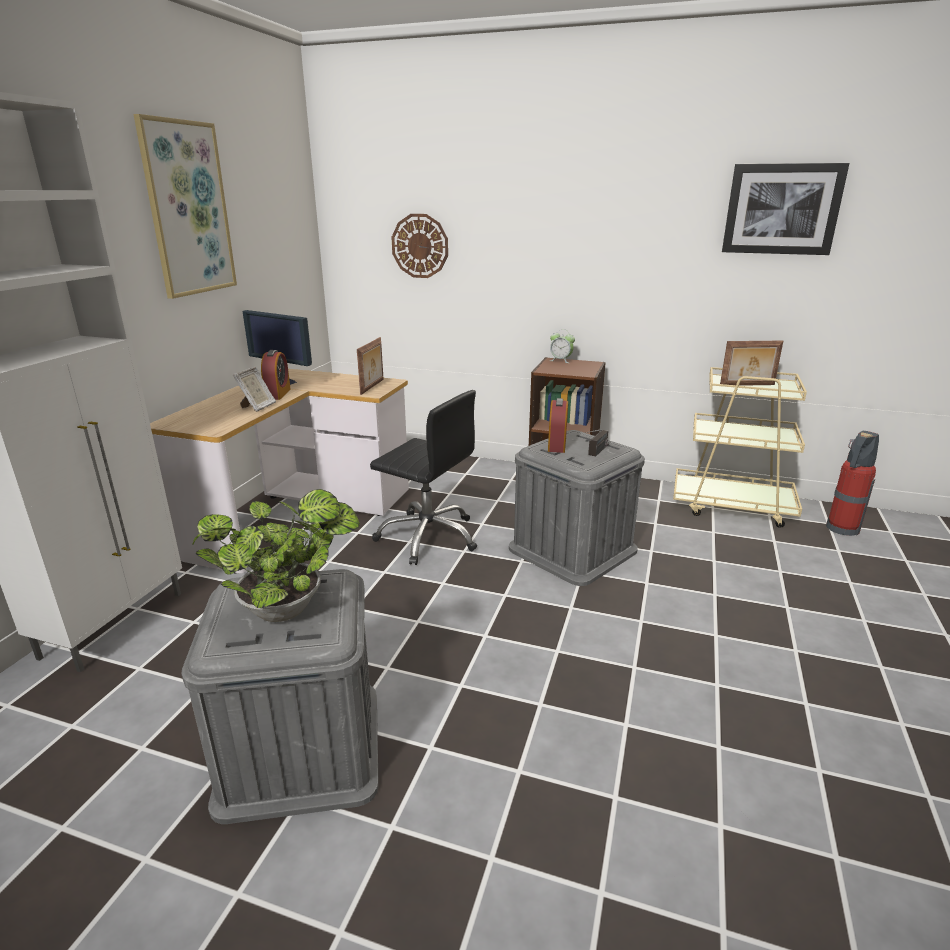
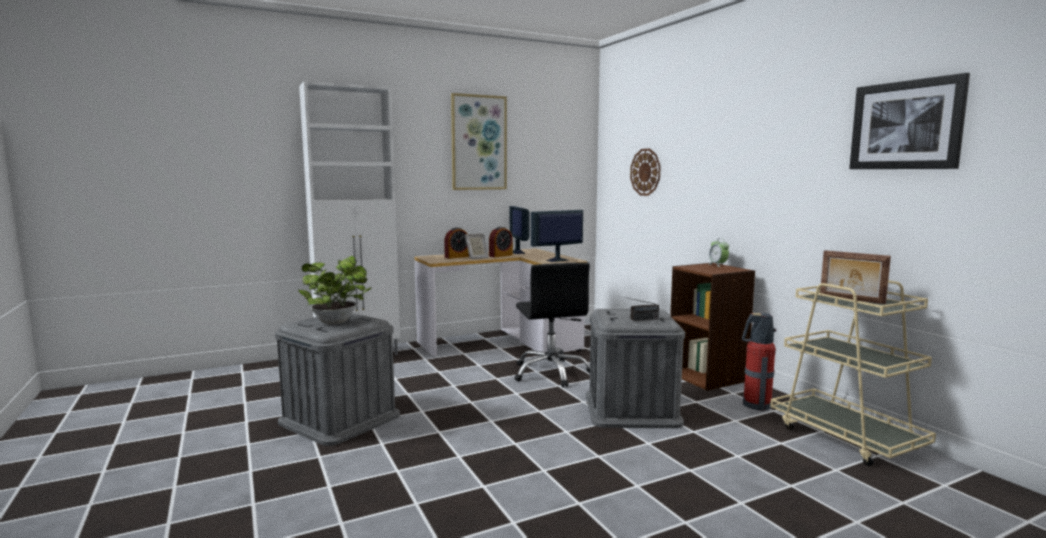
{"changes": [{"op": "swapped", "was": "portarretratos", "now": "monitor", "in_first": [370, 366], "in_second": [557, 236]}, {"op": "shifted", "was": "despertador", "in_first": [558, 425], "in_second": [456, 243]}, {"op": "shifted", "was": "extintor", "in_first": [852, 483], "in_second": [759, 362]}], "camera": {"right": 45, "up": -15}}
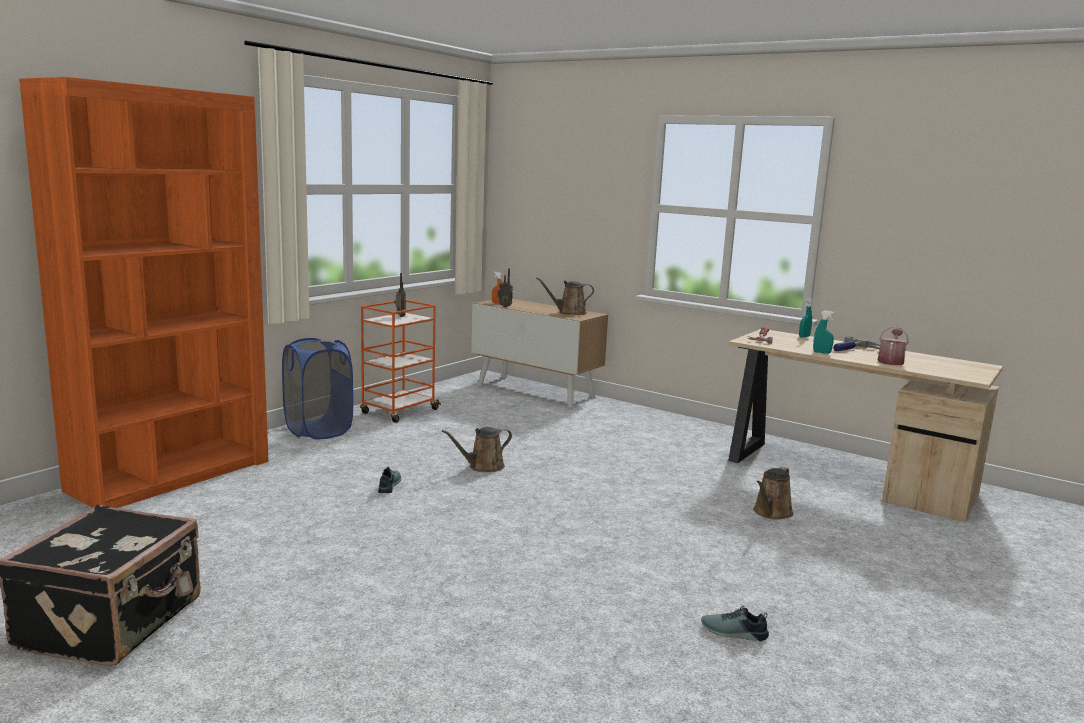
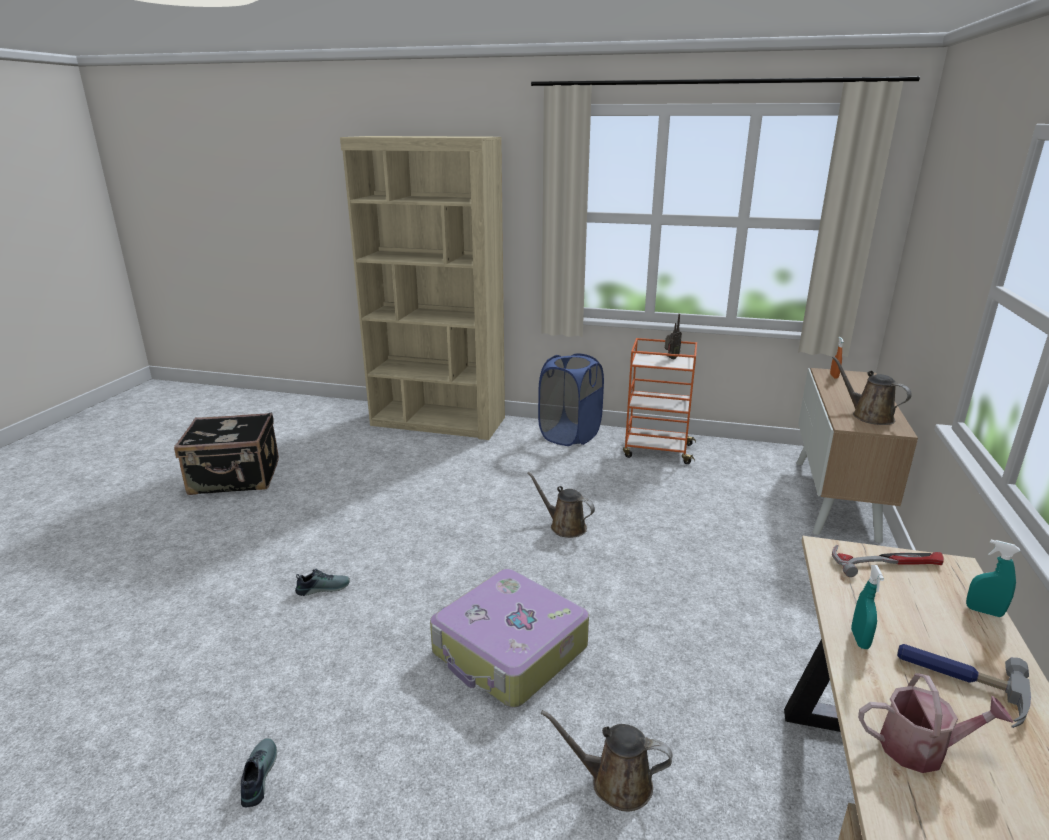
{"changes": [{"op": "repainted", "was": "estantería [naranja]", "now": "estantería [beis]", "in_first": [143, 292], "in_second": [422, 288]}, {"op": "shifted", "was": "zapato", "in_first": [389, 480], "in_second": [322, 582]}, {"op": "gone", "was": "radio", "in_first": [505, 287]}, {"op": "new", "now": "maleta", "in_second": [509, 638]}], "camera": {"right": 70, "up": 10}}
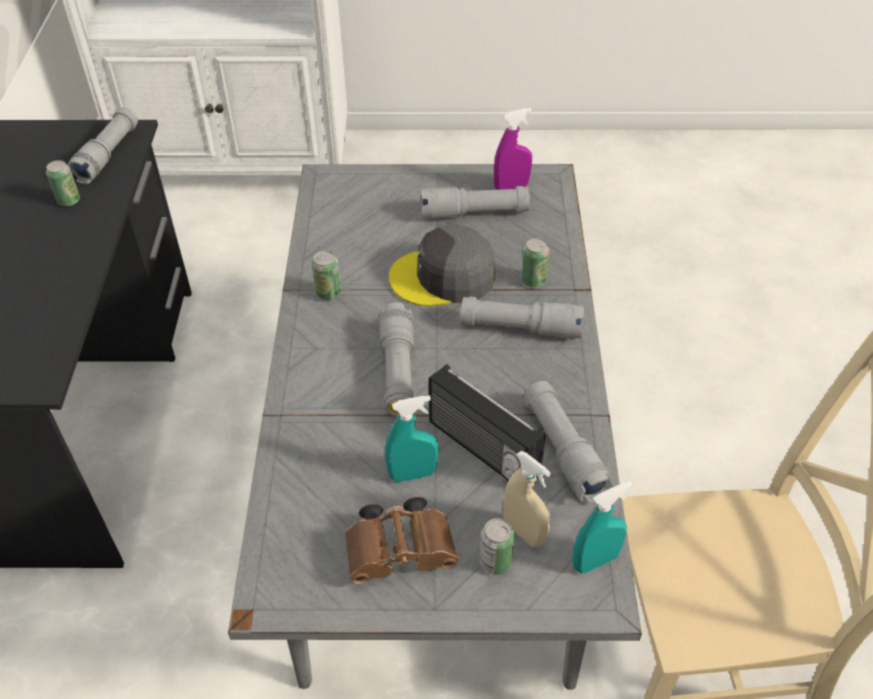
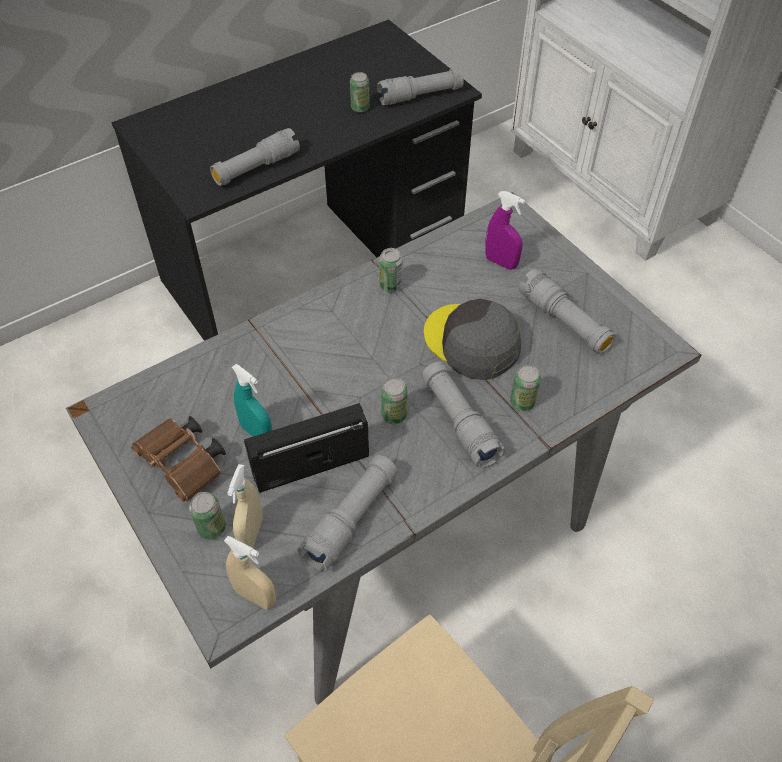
{"changes": [{"op": "shifted", "was": "linterna [gris]", "in_first": [397, 359], "in_second": [255, 157]}, {"op": "rotated", "was": "radio", "in_first": [487, 422], "in_second": [306, 448], "clockwise": 60}, {"op": "shifted", "was": "pulverizador [morado]", "in_first": [513, 149], "in_second": [505, 230]}, {"op": "repainted", "was": "pulverizador [turquesa]", "now": "pulverizador [beis]", "in_first": [602, 527], "in_second": [250, 572]}, {"op": "new", "now": "lata", "in_second": [394, 401]}], "camera": {"right": 55, "up": 5}}
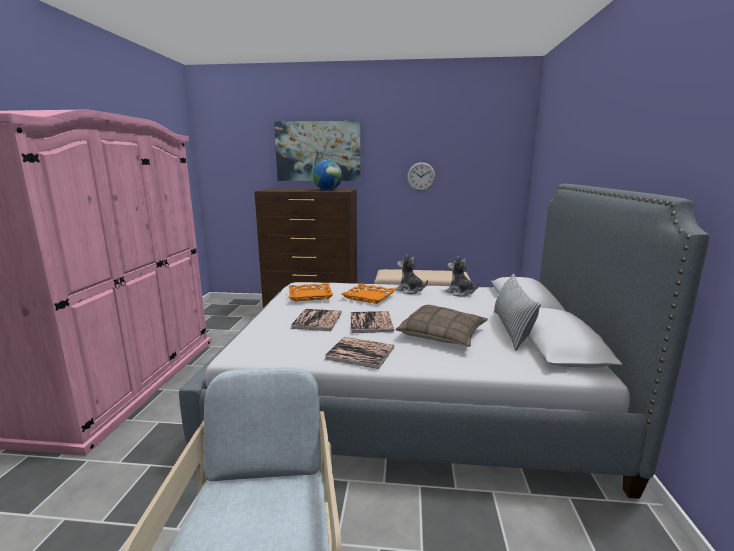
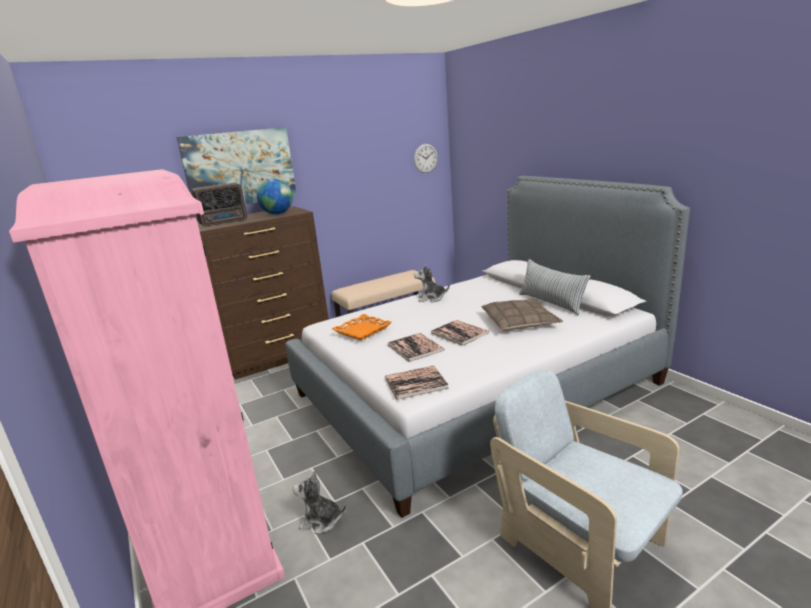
{"changes": [{"op": "shifted", "was": "libro", "in_first": [359, 353], "in_second": [416, 382]}, {"op": "gone", "was": "bandeja [naranja]", "in_first": [368, 293]}, {"op": "shifted", "was": "reloj de pared", "in_first": [421, 176], "in_second": [426, 158]}, {"op": "shifted", "was": "peluche", "in_first": [462, 276], "in_second": [320, 502]}, {"op": "new", "now": "radio", "in_second": [219, 205]}], "camera": {"right": -35, "up": 5}}
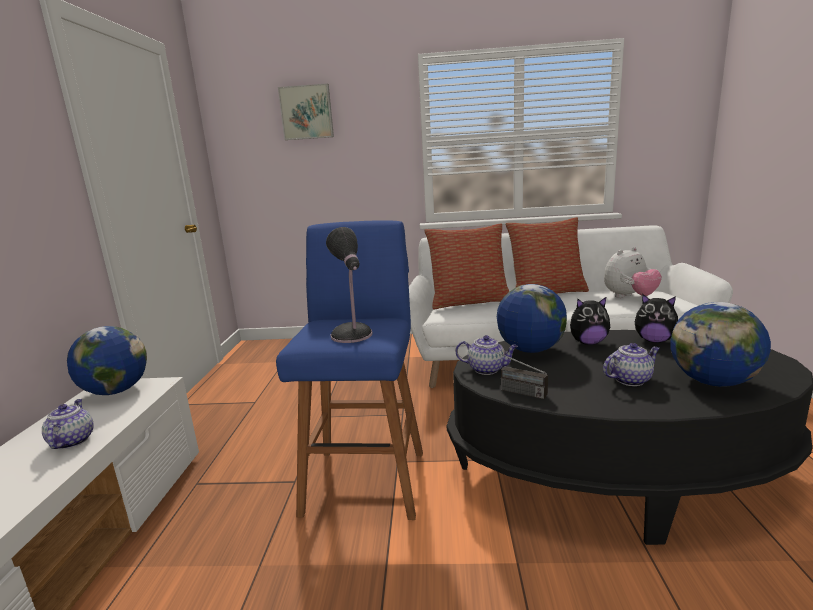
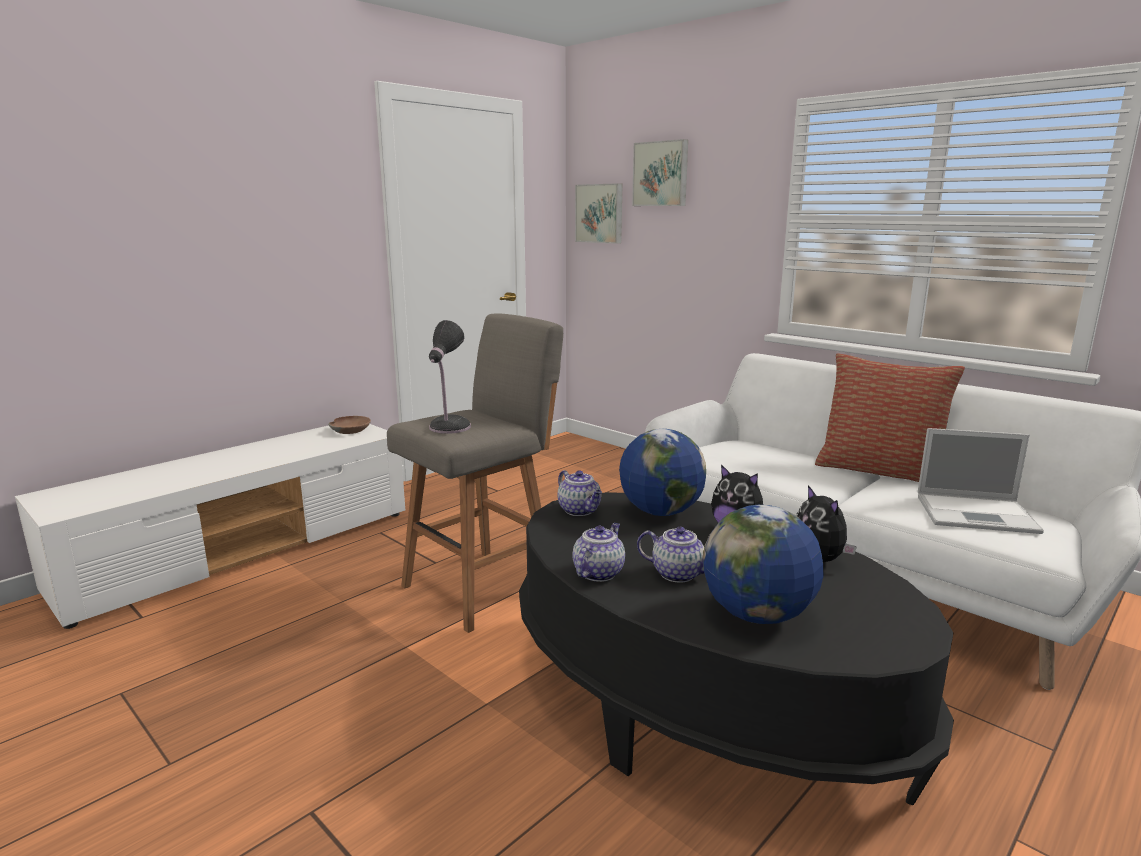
{"changes": [{"op": "shifted", "was": "tetera", "in_first": [67, 424], "in_second": [598, 552]}, {"op": "swapped", "was": "globo terráqueo", "now": "cuenco [marrón]", "in_first": [107, 360], "in_second": [349, 425]}, {"op": "repainted", "was": "taburete [azul]", "now": "taburete [gris]", "in_first": [349, 370], "in_second": [475, 473]}, {"op": "gone", "was": "cojín", "in_first": [466, 266]}, {"op": "gone", "was": "radio", "in_first": [515, 372]}, {"op": "swapped", "was": "peluche", "now": "portátil", "in_first": [633, 272], "in_second": [981, 481]}, {"op": "new", "now": "cuadro", "in_second": [599, 213]}], "camera": {"right": 40, "up": 0}}
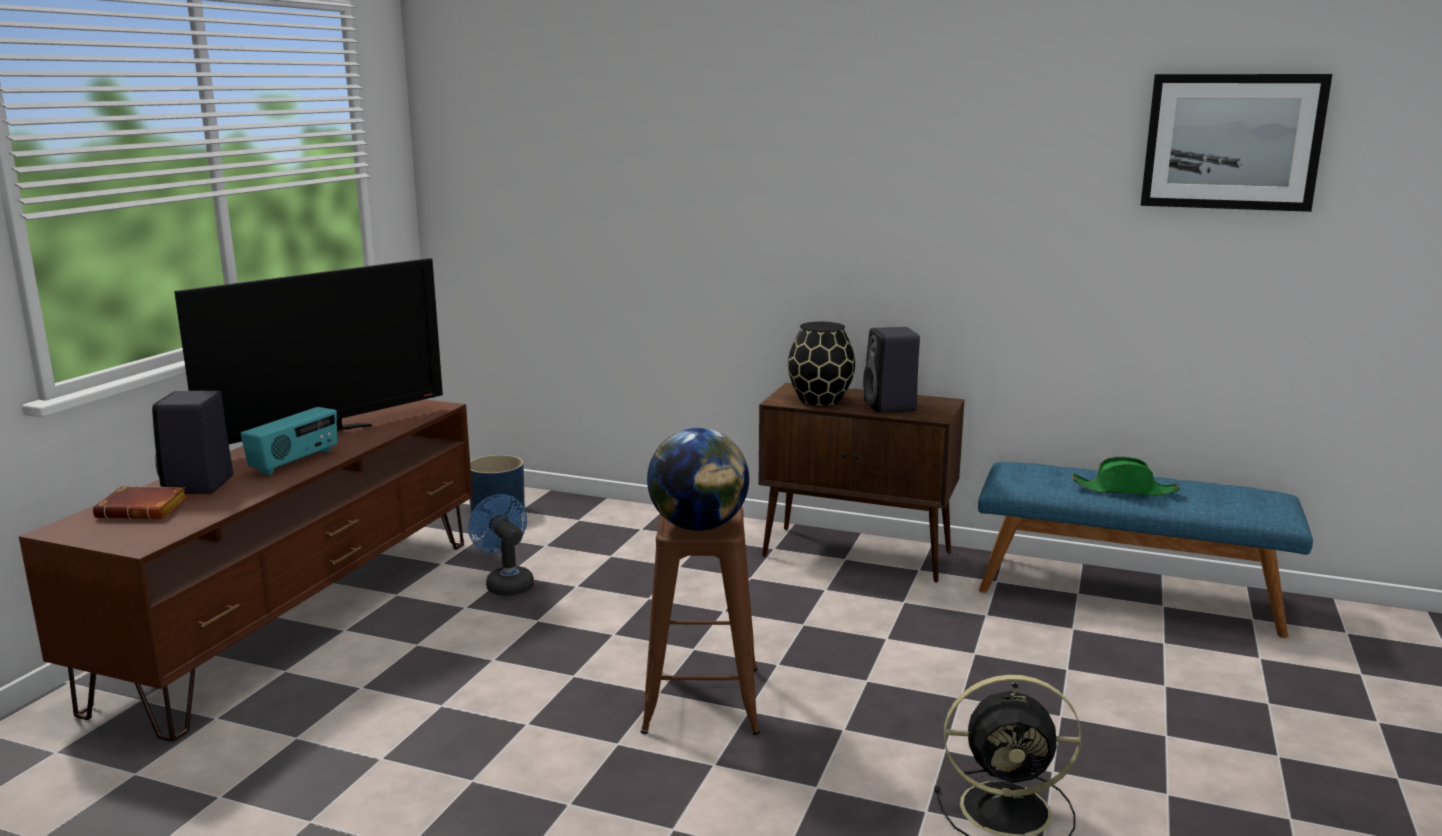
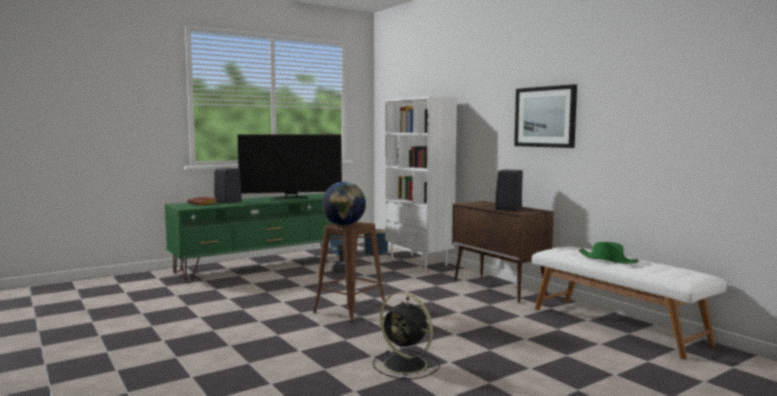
{"changes": [{"op": "repainted", "was": "mueble de televisión [marrón]", "now": "mueble de televisión [verde]", "in_first": [245, 570], "in_second": [251, 237]}, {"op": "gone", "was": "radio", "in_first": [289, 441]}, {"op": "gone", "was": "florero [negro]", "in_first": [821, 364]}, {"op": "repainted", "was": "banco [azul]", "now": "banco [blanco]", "in_first": [1145, 550], "in_second": [629, 303]}, {"op": "shifted", "was": "cuadro", "in_first": [1236, 143], "in_second": [545, 116]}, {"op": "new", "now": "estantería [blanco]", "in_second": [421, 183]}], "camera": {"right": 35, "up": -10}}
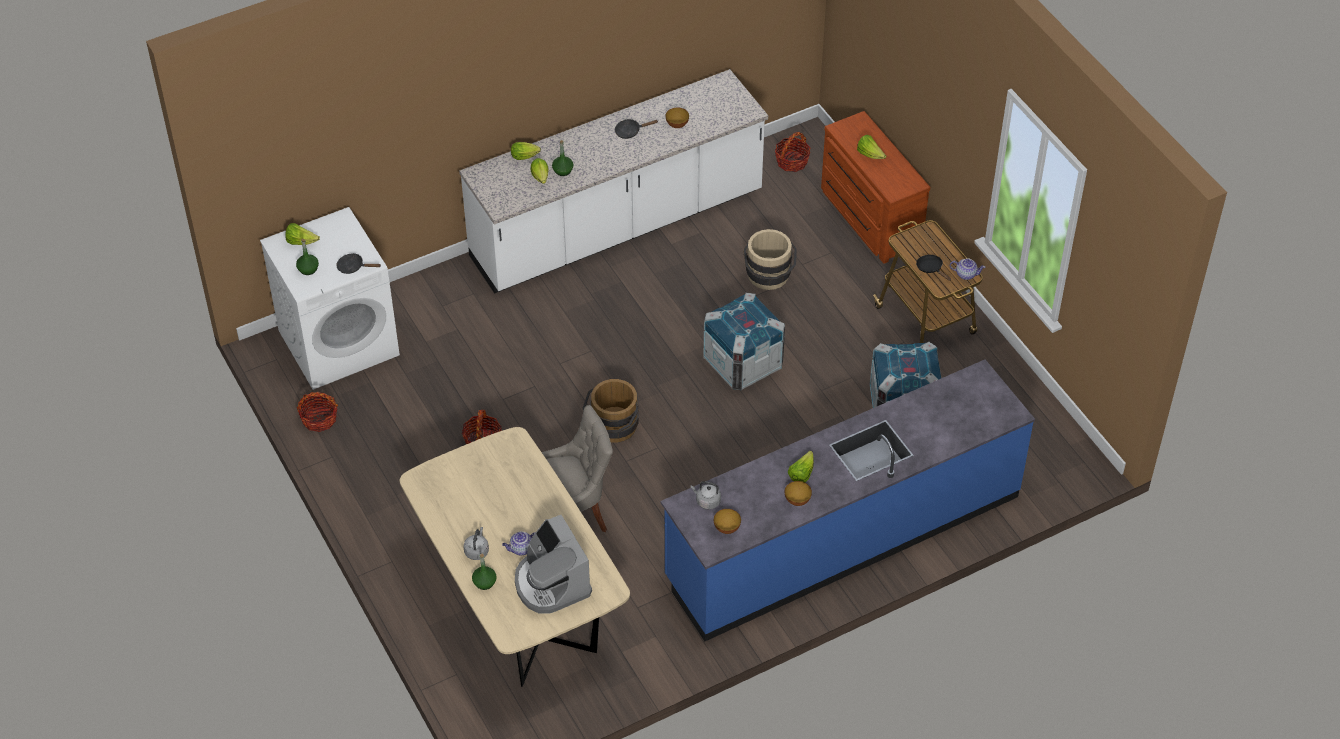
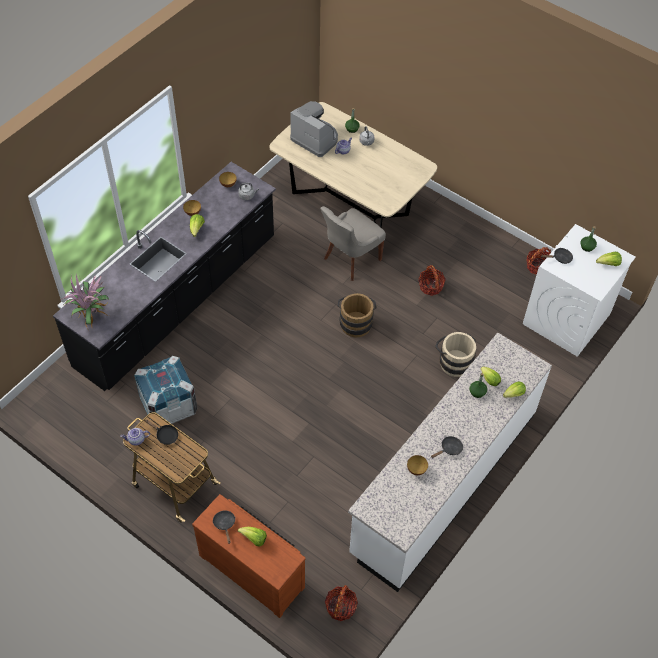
{"changes": [{"op": "repainted", "was": "mueble bajo de cocina [azul]", "now": "mueble bajo de cocina [negro]", "in_first": [848, 500], "in_second": [164, 276]}, {"op": "gone", "was": "caja de embalaje", "in_first": [744, 341]}, {"op": "shifted", "was": "cubo [beis]", "in_first": [770, 259], "in_second": [455, 354]}, {"op": "new", "now": "planta en maceta", "in_second": [85, 302]}, {"op": "new", "now": "sartén [negro]", "in_second": [224, 527]}], "camera": {"right": 155, "up": 5}}
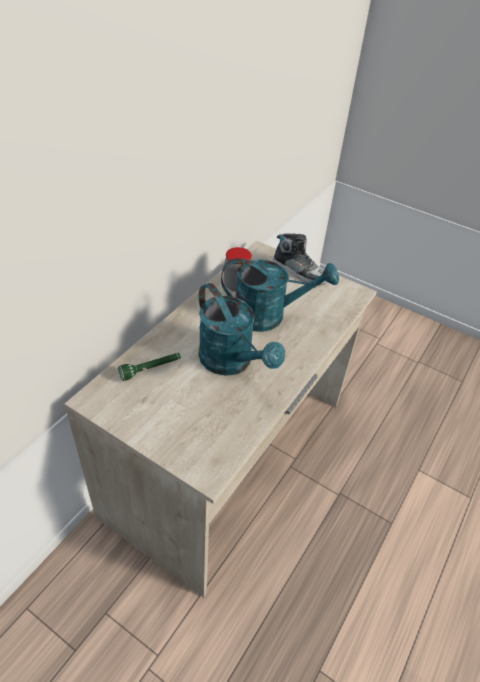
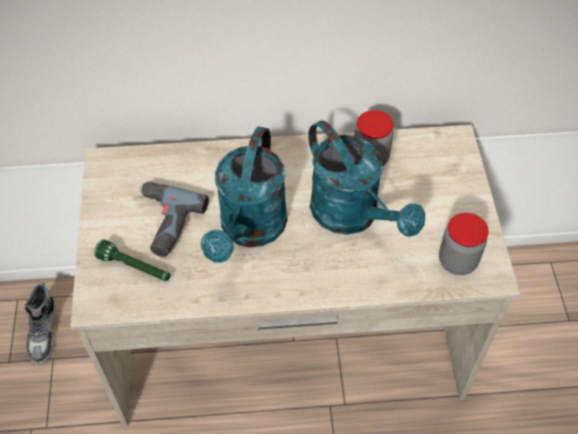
{"changes": [{"op": "shifted", "was": "linterna [verde]", "in_first": [149, 367], "in_second": [132, 260]}, {"op": "shifted", "was": "zapato", "in_first": [300, 259], "in_second": [40, 323]}, {"op": "new", "now": "taladro", "in_second": [174, 219]}, {"op": "new", "now": "tarro", "in_second": [464, 244]}], "camera": {"right": 55, "up": 10}}
